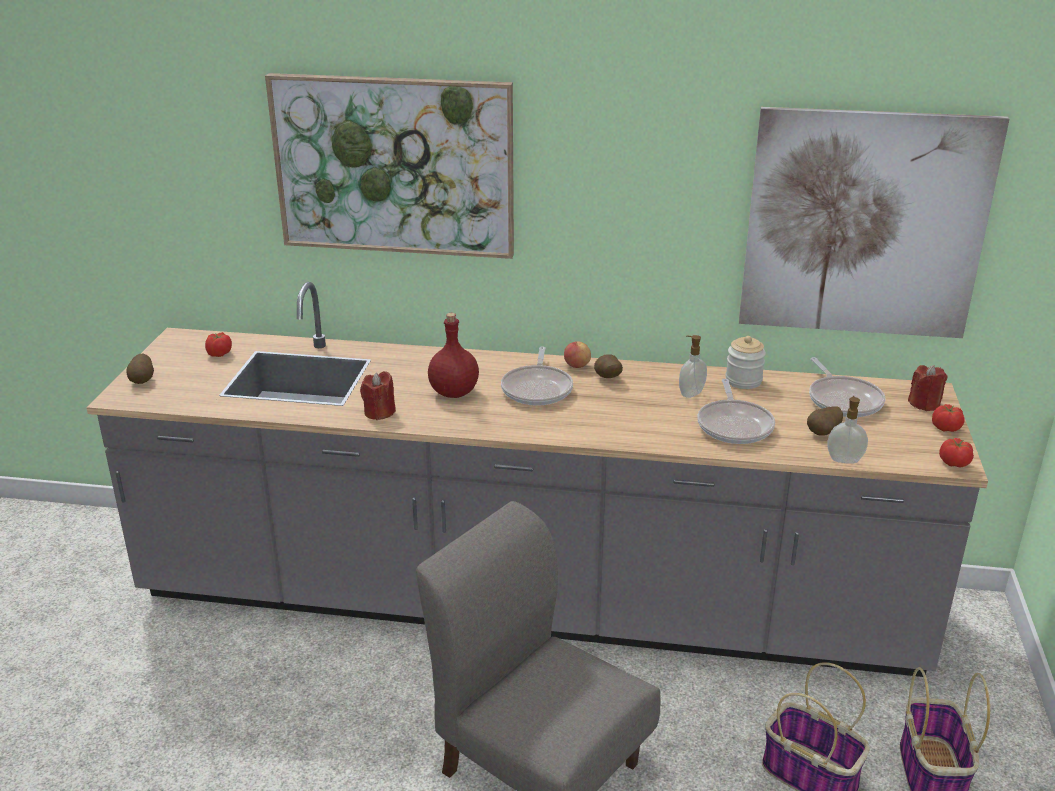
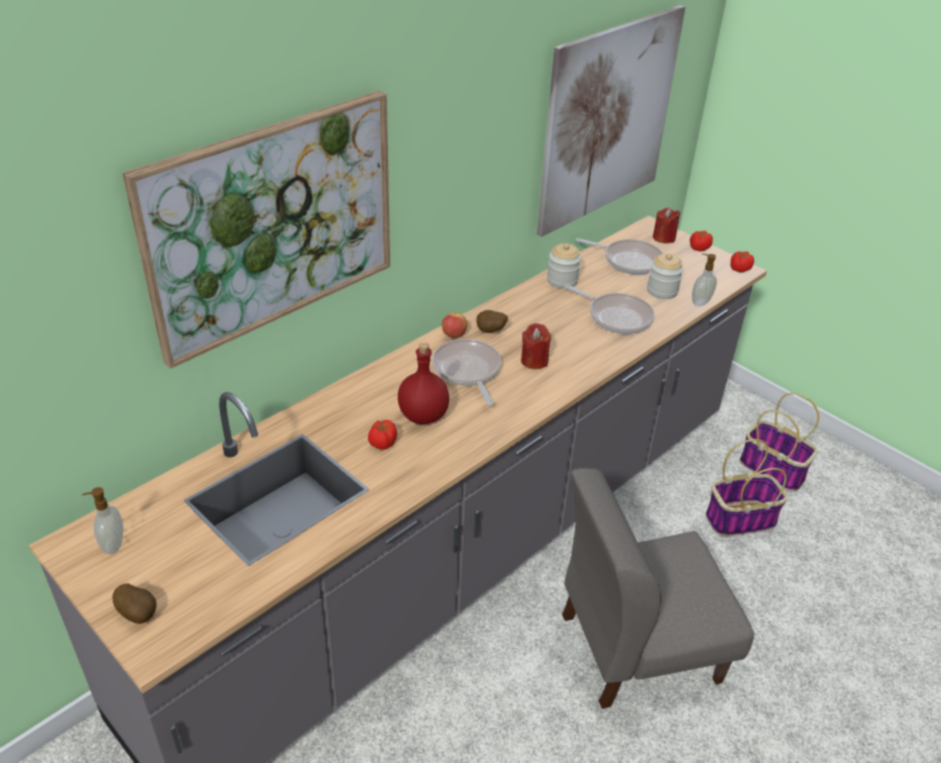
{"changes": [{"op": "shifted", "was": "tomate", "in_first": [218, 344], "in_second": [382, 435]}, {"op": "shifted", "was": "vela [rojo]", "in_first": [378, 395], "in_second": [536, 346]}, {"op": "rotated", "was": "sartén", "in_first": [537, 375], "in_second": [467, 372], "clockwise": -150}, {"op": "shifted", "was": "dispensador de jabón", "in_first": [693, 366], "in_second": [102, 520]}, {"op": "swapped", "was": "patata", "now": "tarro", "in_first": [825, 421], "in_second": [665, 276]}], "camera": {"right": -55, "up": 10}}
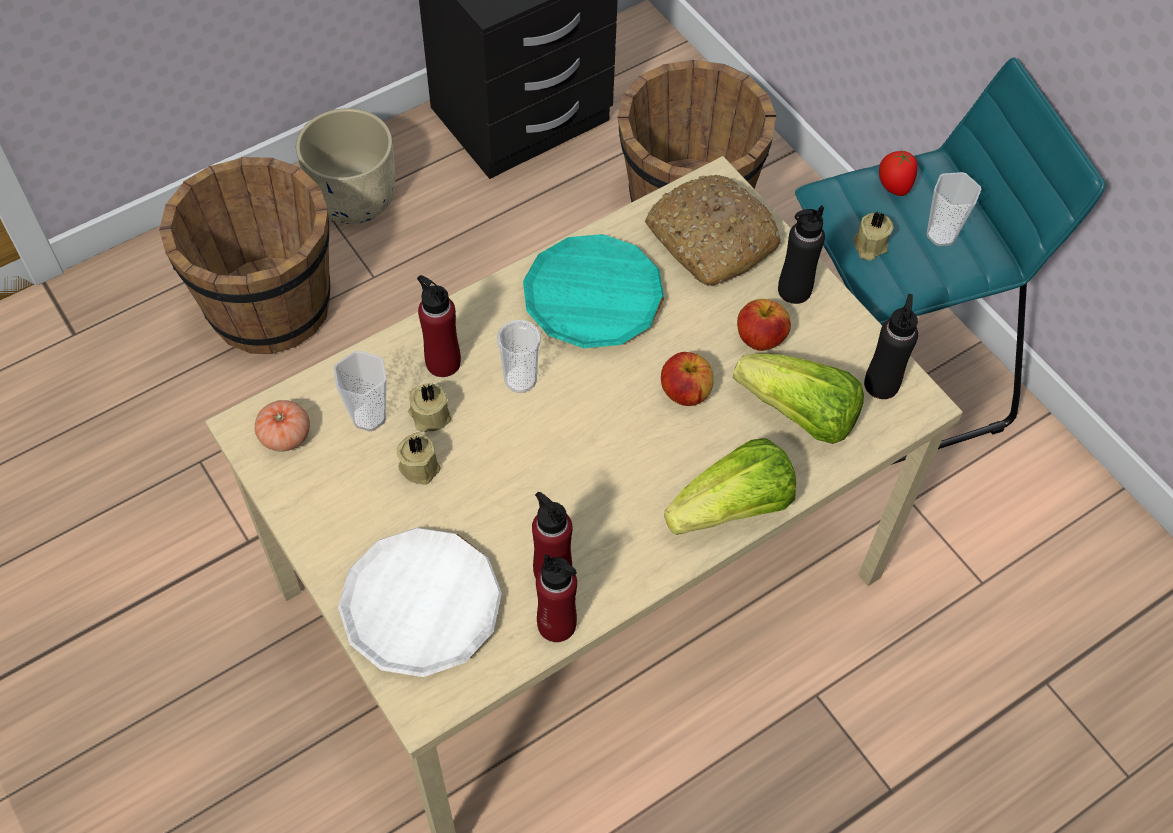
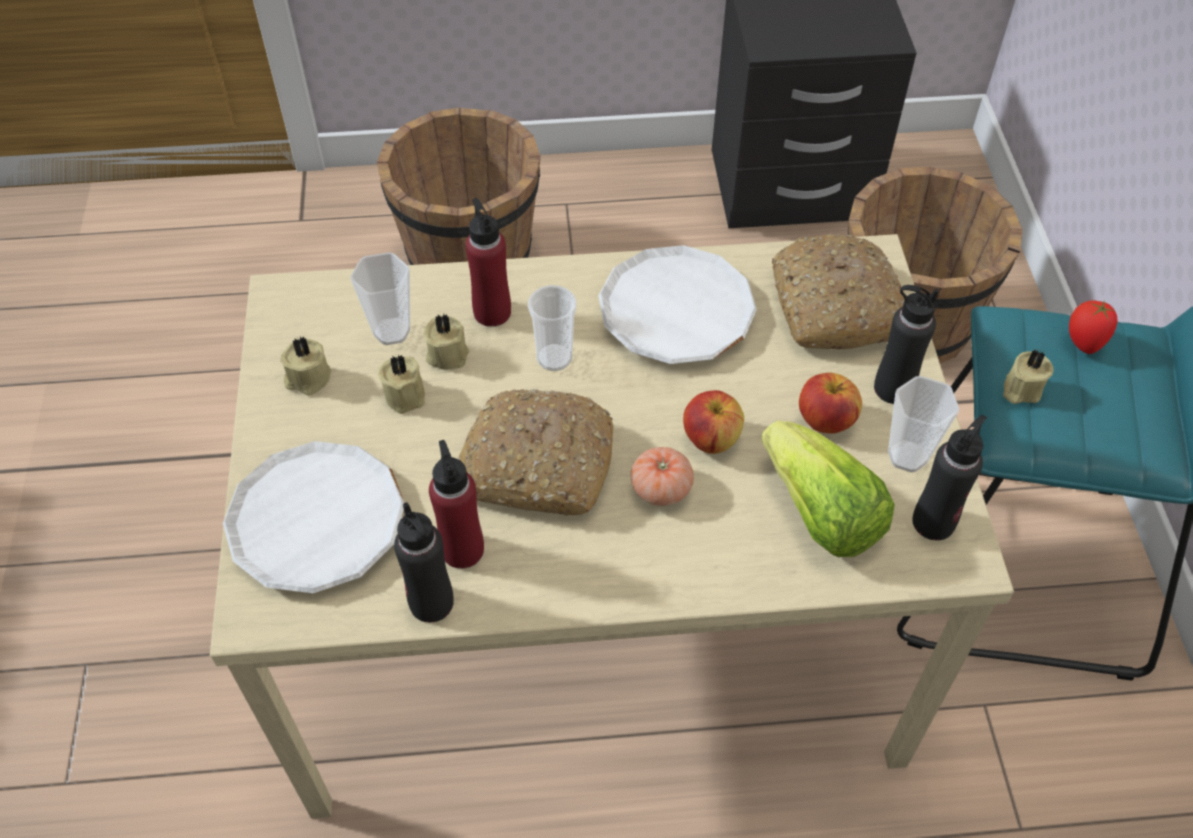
{"changes": [{"op": "shifted", "was": "tomate", "in_first": [282, 426], "in_second": [662, 476]}, {"op": "gone", "was": "maceta [beis]", "in_first": [345, 166]}, {"op": "repainted", "was": "plato [turquesa]", "now": "plato [blanco]", "in_first": [593, 291], "in_second": [677, 304]}, {"op": "repainted", "was": "botella [rojo]", "now": "botella [negro]", "in_first": [556, 598], "in_second": [424, 562]}, {"op": "gone", "was": "lechuga", "in_first": [730, 486]}, {"op": "shifted", "was": "taza", "in_first": [954, 209], "in_second": [923, 424]}, {"op": "new", "now": "vela [beis]", "in_second": [305, 365]}, {"op": "new", "now": "pan", "in_second": [535, 452]}], "camera": {"right": 30, "up": -5}}
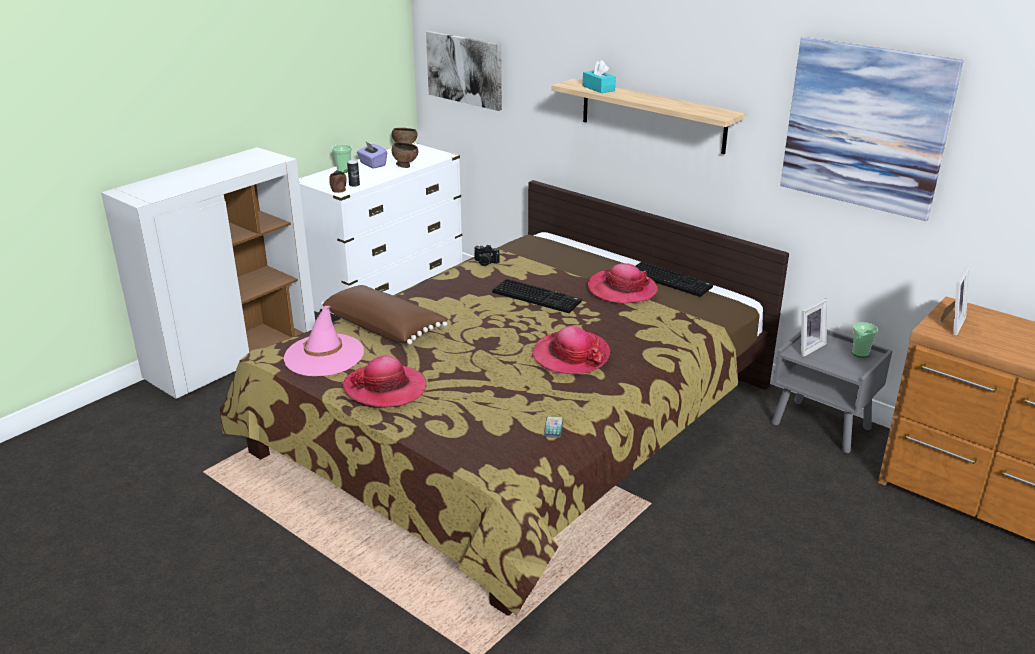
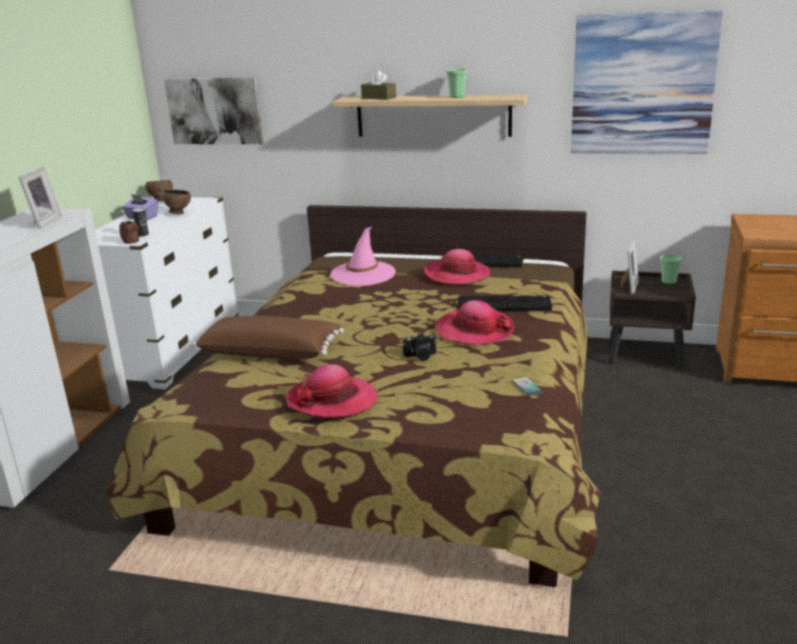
{"changes": [{"op": "shifted", "was": "sombrero [rosa]", "in_first": [324, 341], "in_second": [363, 256]}, {"op": "shifted", "was": "taza", "in_first": [342, 159], "in_second": [456, 83]}, {"op": "shifted", "was": "cámara", "in_first": [486, 255], "in_second": [420, 347]}, {"op": "shifted", "was": "teclado", "in_first": [537, 296], "in_second": [505, 303]}, {"op": "repainted", "was": "caja de pañuelos [turquesa]", "now": "caja de pañuelos [marrón]", "in_first": [599, 76], "in_second": [378, 85]}, {"op": "repainted", "was": "mesita de noche [gris]", "now": "mesita de noche [marrón]", "in_first": [832, 391], "in_second": [652, 320]}, {"op": "shifted", "was": "portarretratos", "in_first": [955, 301], "in_second": [40, 198]}], "camera": {"right": -25, "up": -5}}
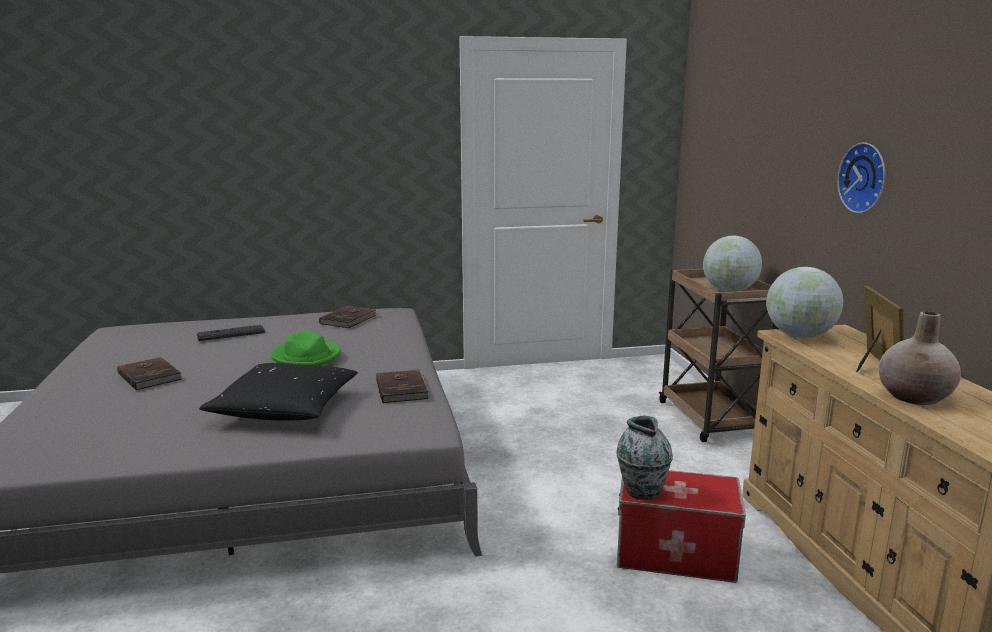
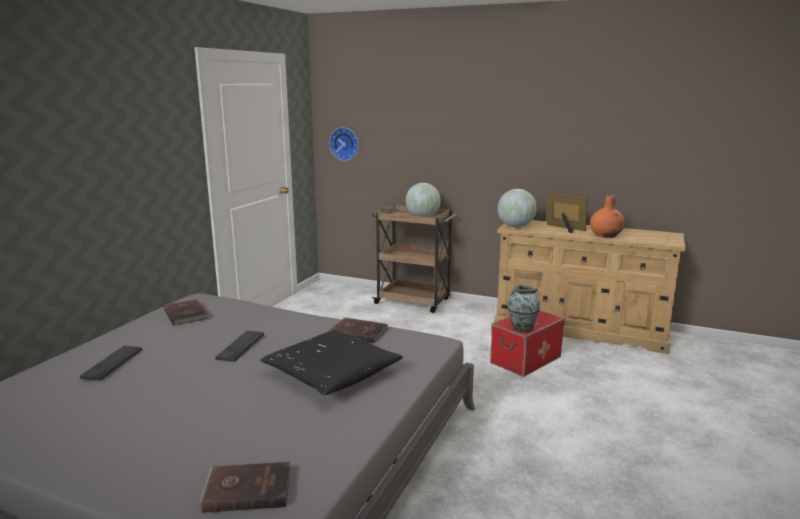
{"changes": [{"op": "shifted", "was": "libro [marrón]", "in_first": [149, 373], "in_second": [245, 487]}, {"op": "swapped", "was": "sombrero [verde]", "now": "teclado", "in_first": [305, 349], "in_second": [239, 346]}, {"op": "shifted", "was": "reloj de pared", "in_first": [861, 177], "in_second": [343, 144]}, {"op": "repainted", "was": "florero [beis]", "now": "florero [naranja]", "in_first": [920, 358], "in_second": [607, 216]}], "camera": {"right": -55, "up": 0}}
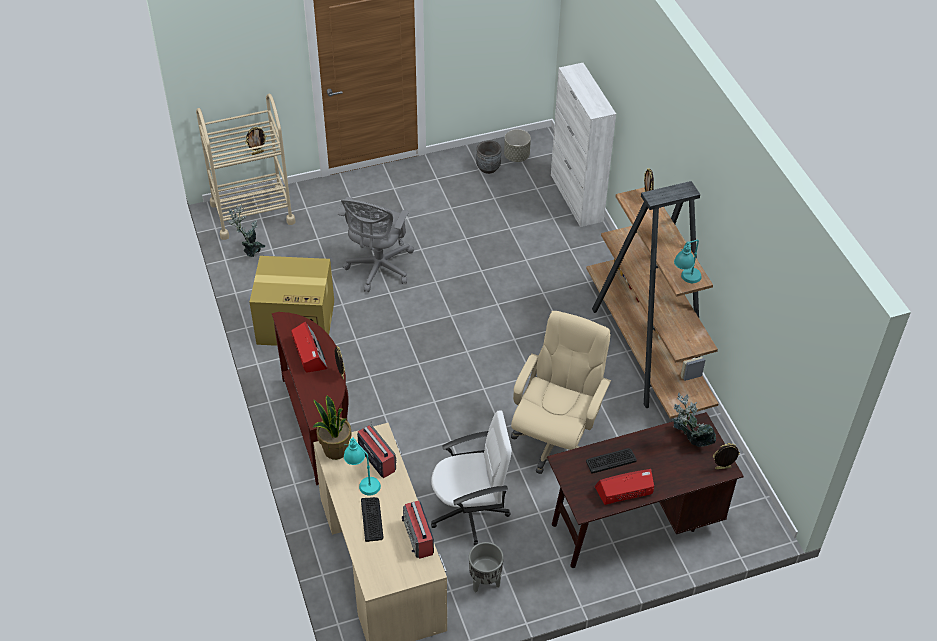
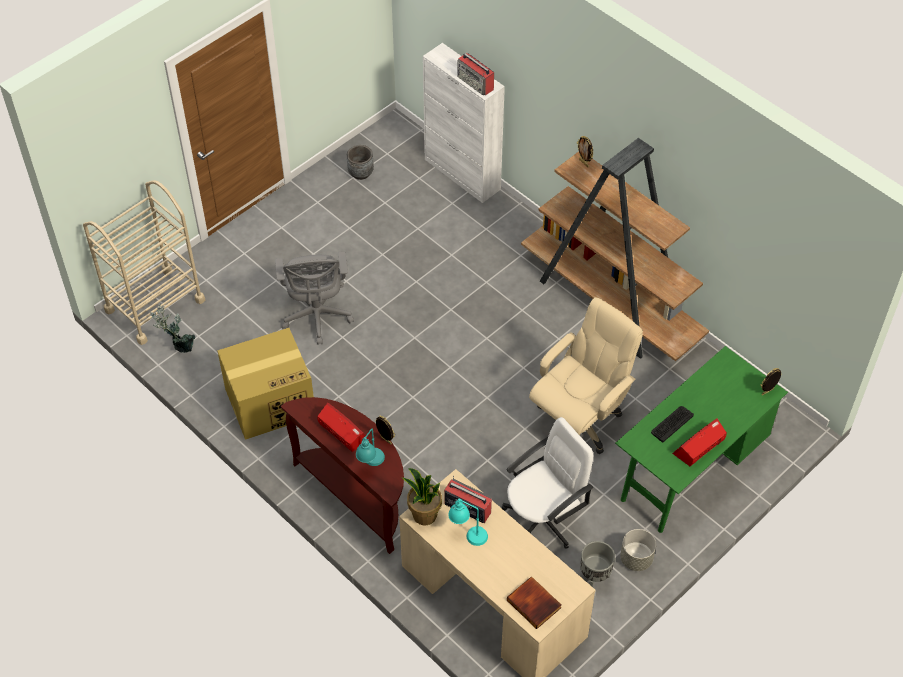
{"changes": [{"op": "gone", "was": "portarretratos", "in_first": [256, 141]}, {"op": "gone", "was": "teclado", "in_first": [372, 519]}, {"op": "shifted", "was": "radio", "in_first": [418, 529], "in_second": [475, 74]}, {"op": "shifted", "was": "maceta [gris]", "in_first": [517, 145], "in_second": [638, 550]}, {"op": "rotated", "was": "silla de oficina [beis]", "in_first": [561, 392], "in_second": [586, 375], "clockwise": 45}, {"op": "repainted", "was": "escritorio [marrón]", "now": "escritorio [verde]", "in_first": [645, 490], "in_second": [701, 439]}, {"op": "gone", "was": "planta en maceta", "in_first": [694, 419]}, {"op": "shifted", "was": "lámpara de mesa [turquesa]", "in_first": [688, 261], "in_second": [370, 447]}, {"op": "new", "now": "libro", "in_second": [534, 602]}], "camera": {"right": -25, "up": 5}}
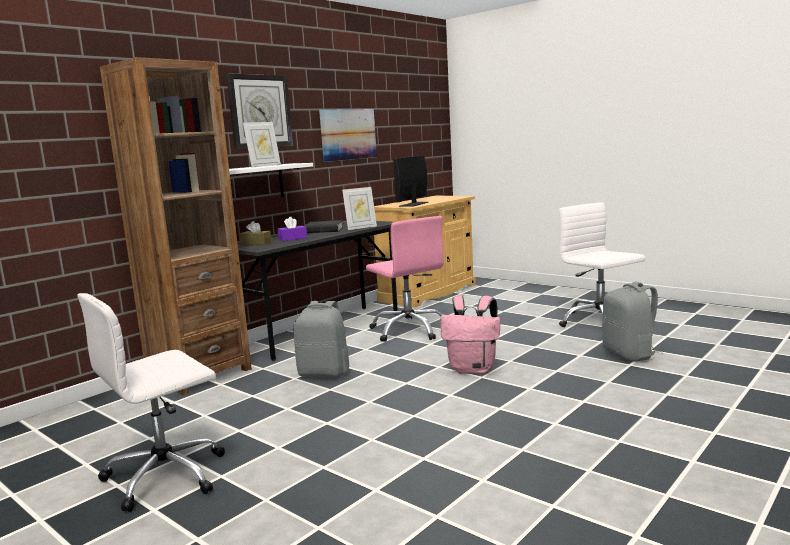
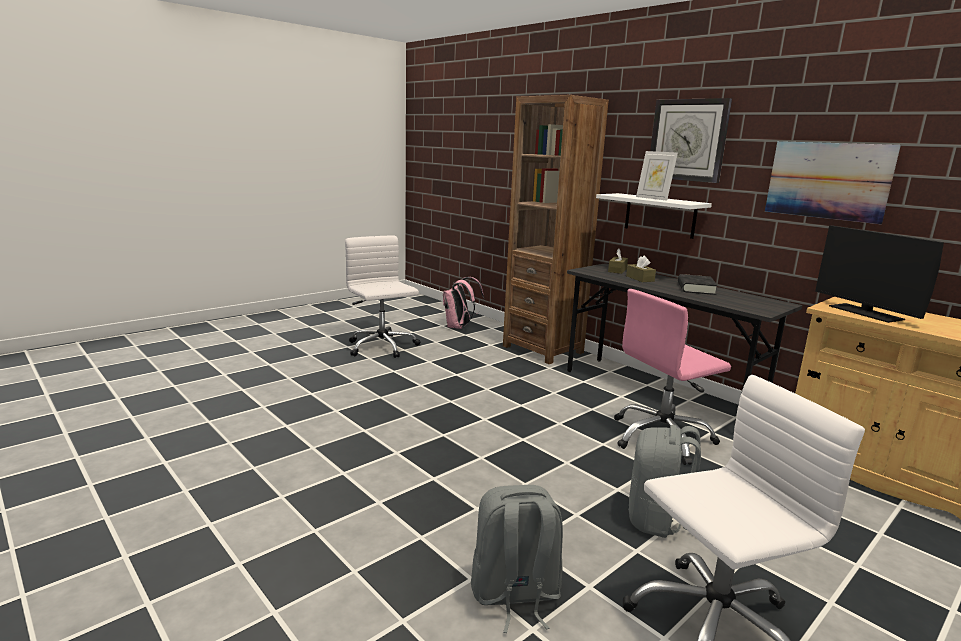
{"changes": [{"op": "repainted", "was": "caja de pañuelos [morado]", "now": "caja de pañuelos [marrón]", "in_first": [292, 229], "in_second": [641, 269]}, {"op": "shifted", "was": "mochila [gris]", "in_first": [321, 339], "in_second": [664, 481]}, {"op": "gone", "was": "portarretratos", "in_first": [359, 208]}, {"op": "rotated", "was": "monitor", "in_first": [410, 181], "in_second": [879, 274], "clockwise": -150}, {"op": "shifted", "was": "mochila [rosa]", "in_first": [470, 334], "in_second": [463, 303]}], "camera": {"right": 95, "up": 5}}
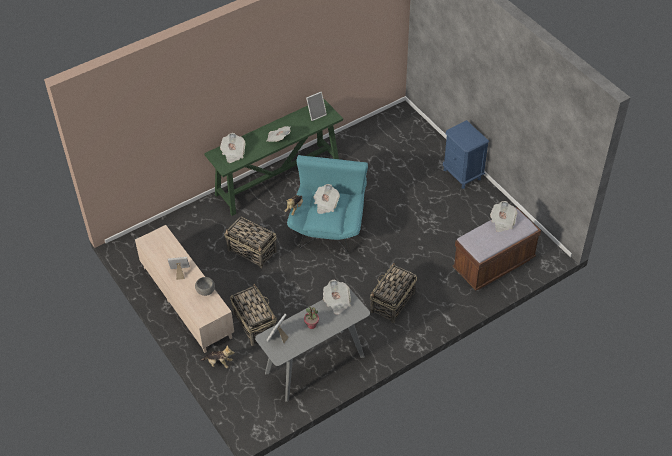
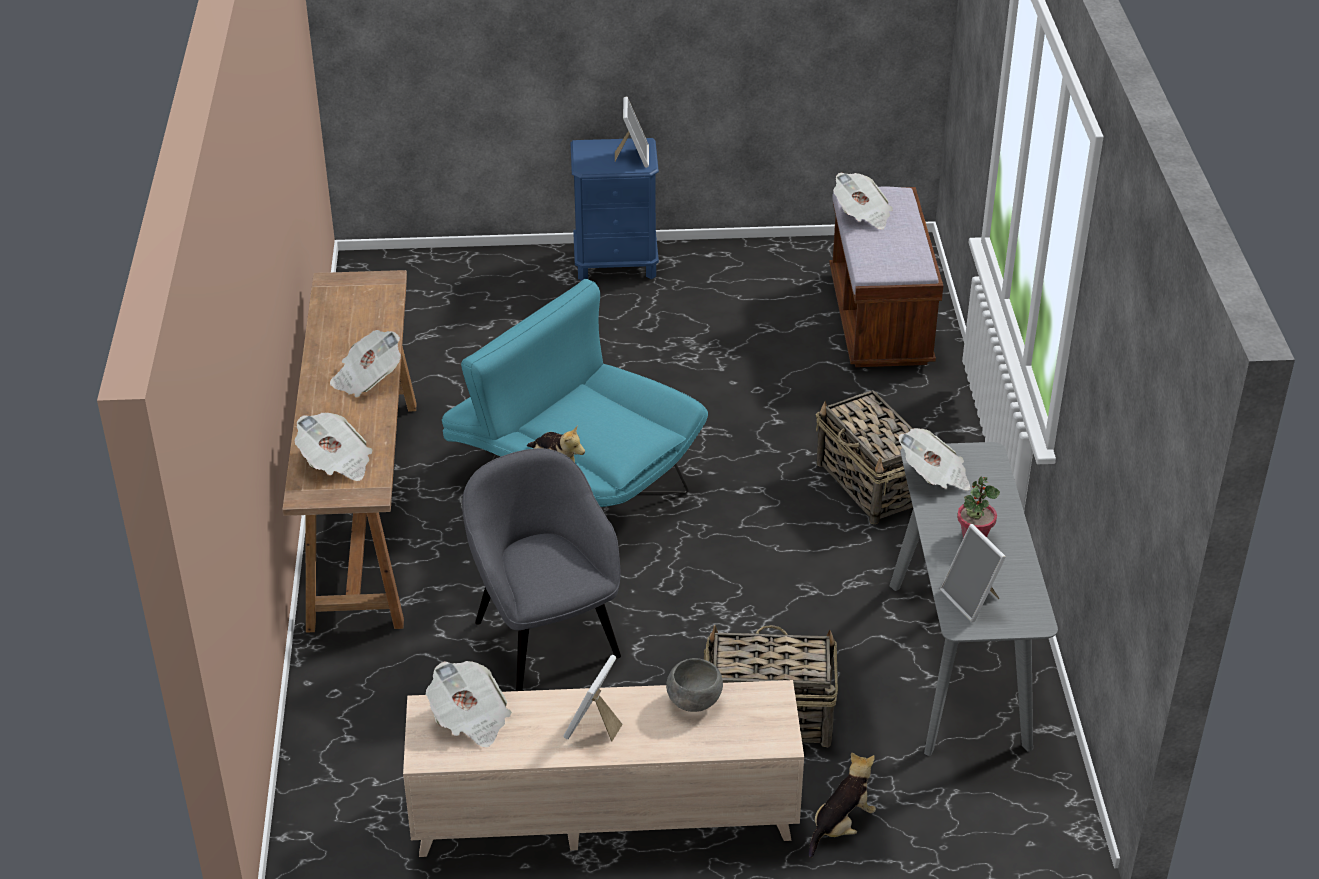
{"changes": [{"op": "repainted", "was": "mesa consola [verde]", "now": "mesa consola [marrón]", "in_first": [273, 157], "in_second": [349, 451]}, {"op": "swapped", "was": "cesta", "now": "sillón [gris]", "in_first": [250, 242], "in_second": [541, 569]}, {"op": "shifted", "was": "portarretratos", "in_first": [316, 106], "in_second": [632, 132]}, {"op": "shifted", "was": "periódico", "in_first": [327, 199], "in_second": [469, 704]}], "camera": {"right": -60, "up": -10}}
